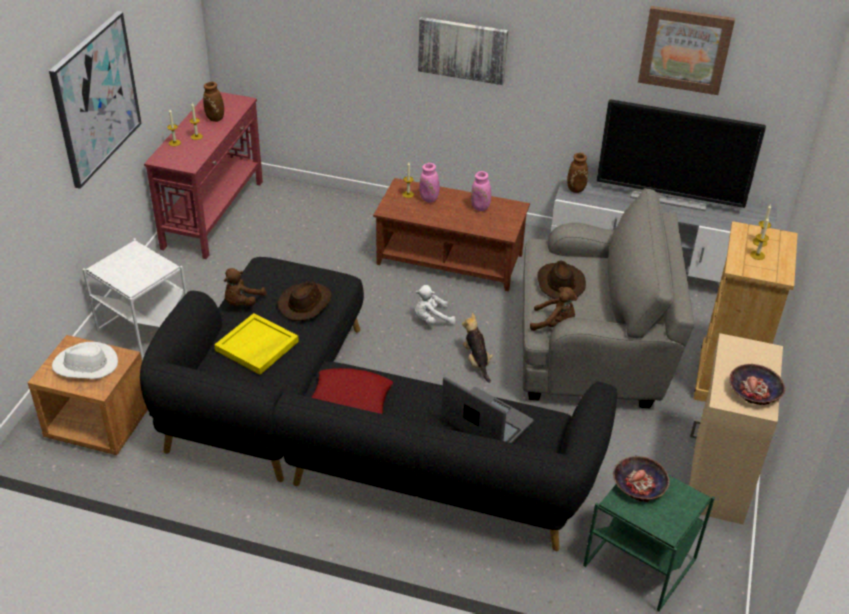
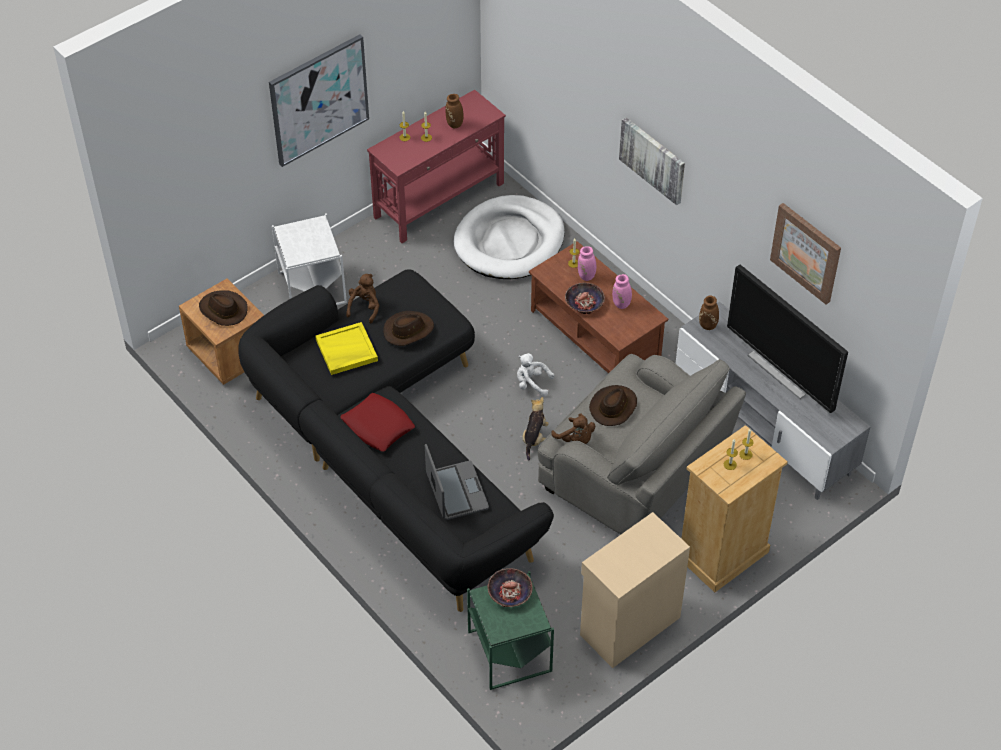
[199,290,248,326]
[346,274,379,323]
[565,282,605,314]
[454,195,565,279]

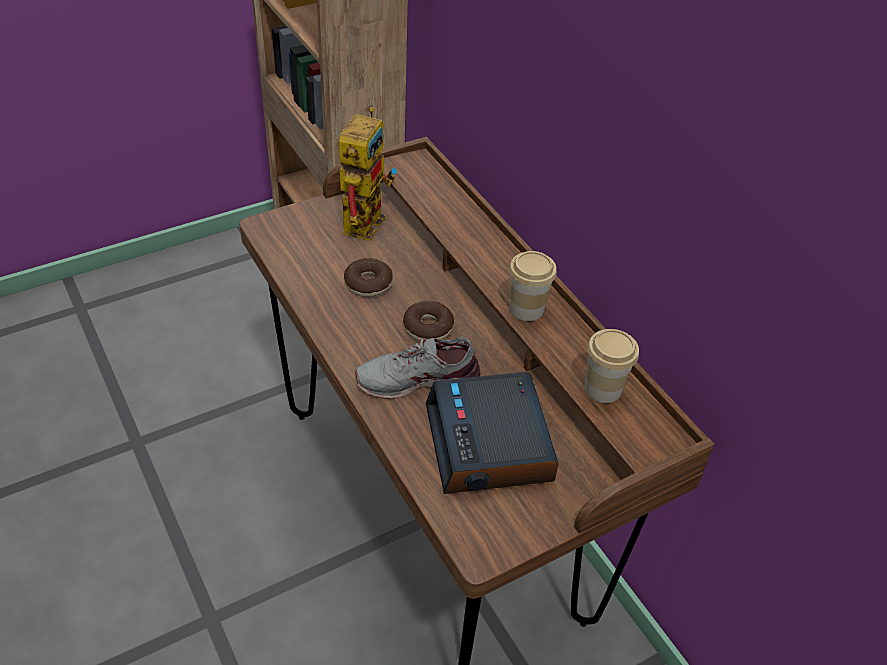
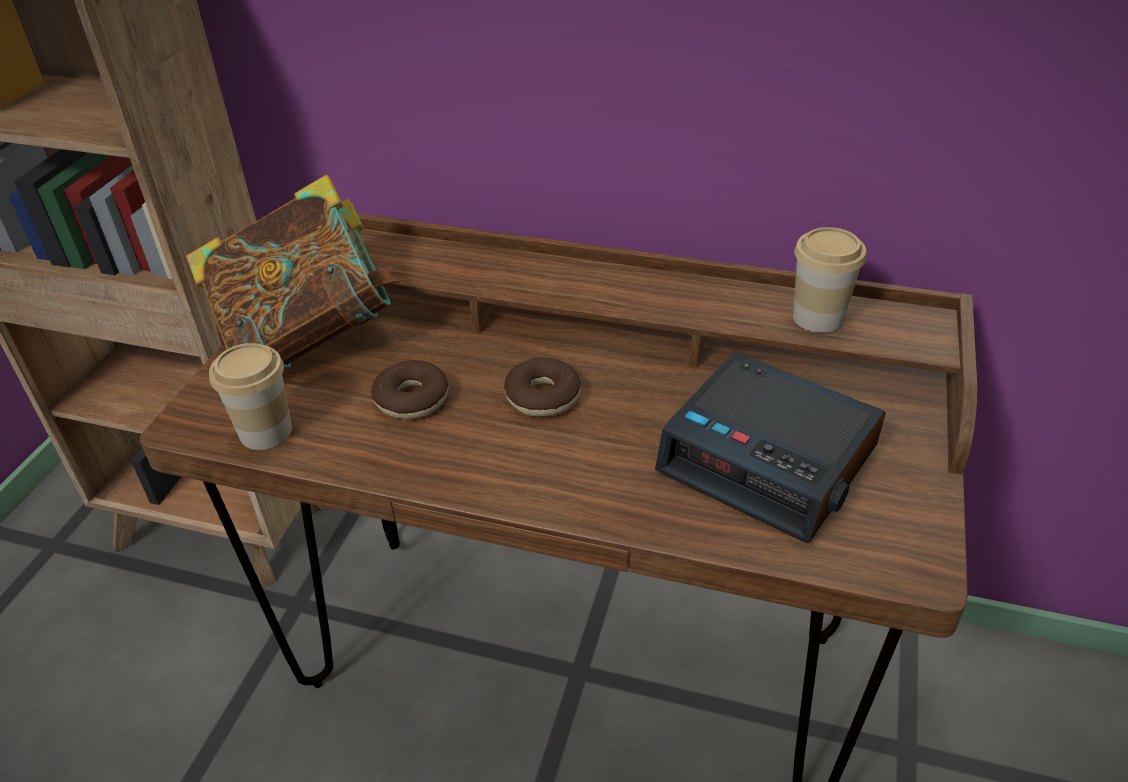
[186,175,399,371]
[355,336,480,399] (first image)
[209,343,292,450]

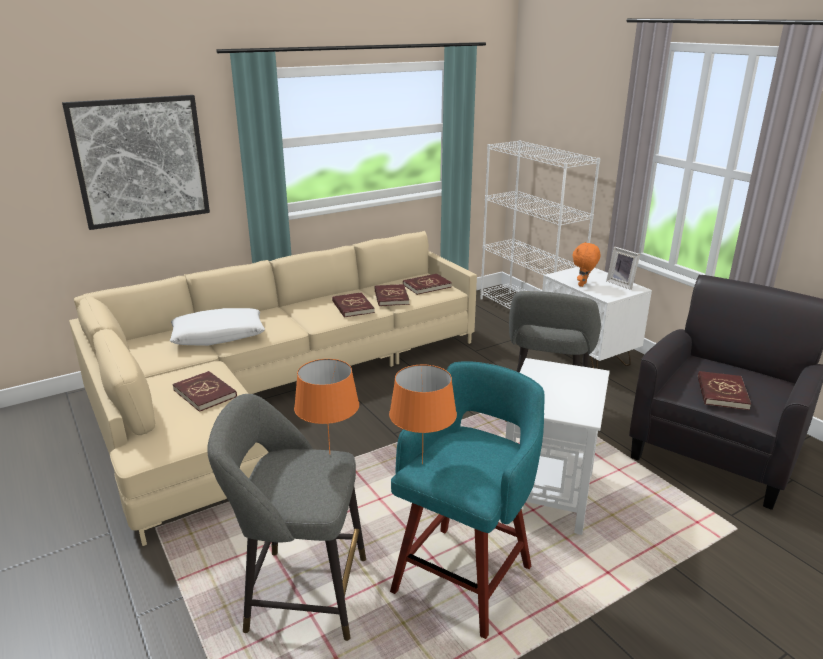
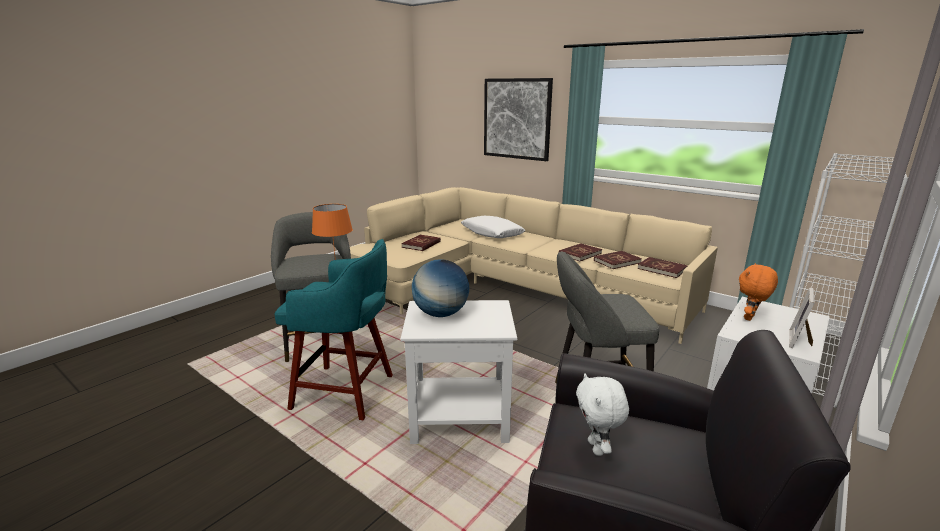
[389,364,457,464] (first image)
[739,263,778,321]
[576,373,629,456]
[412,259,469,317]

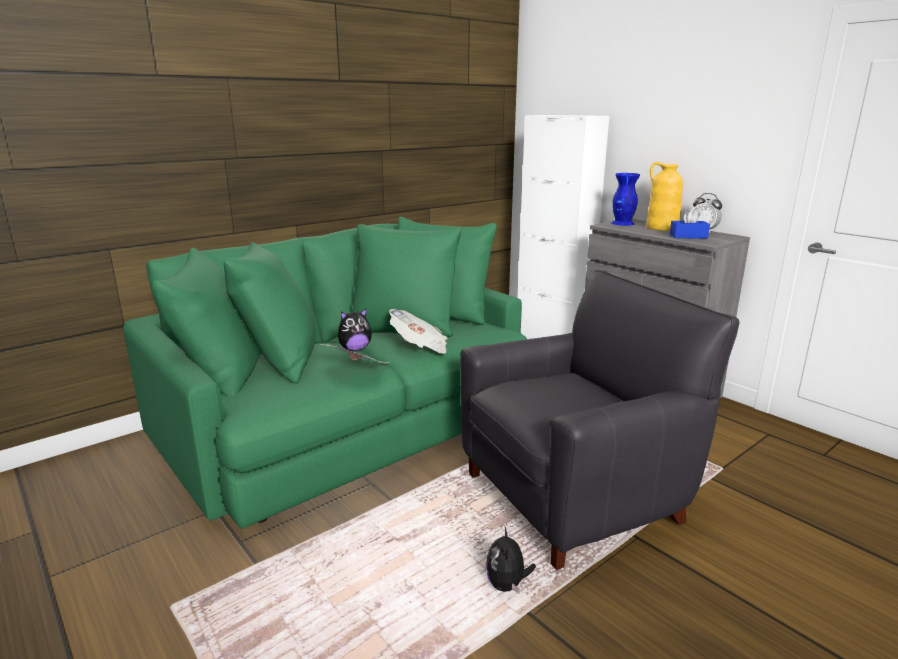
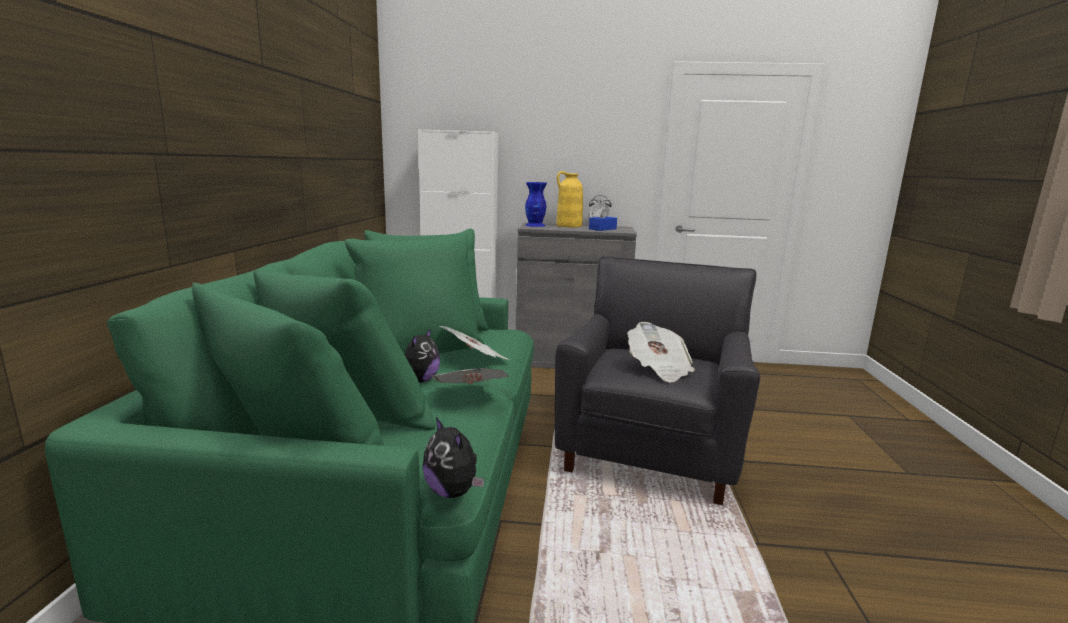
[423,417,484,498]
[627,322,695,383]

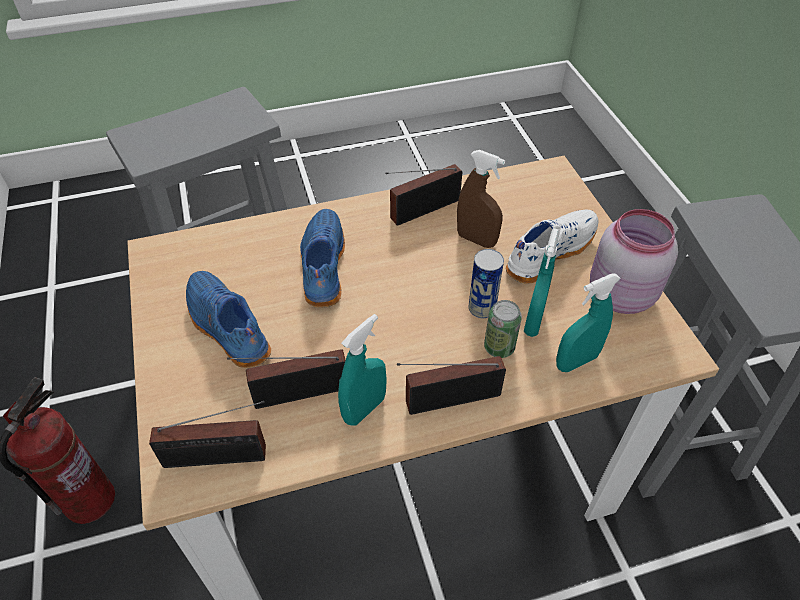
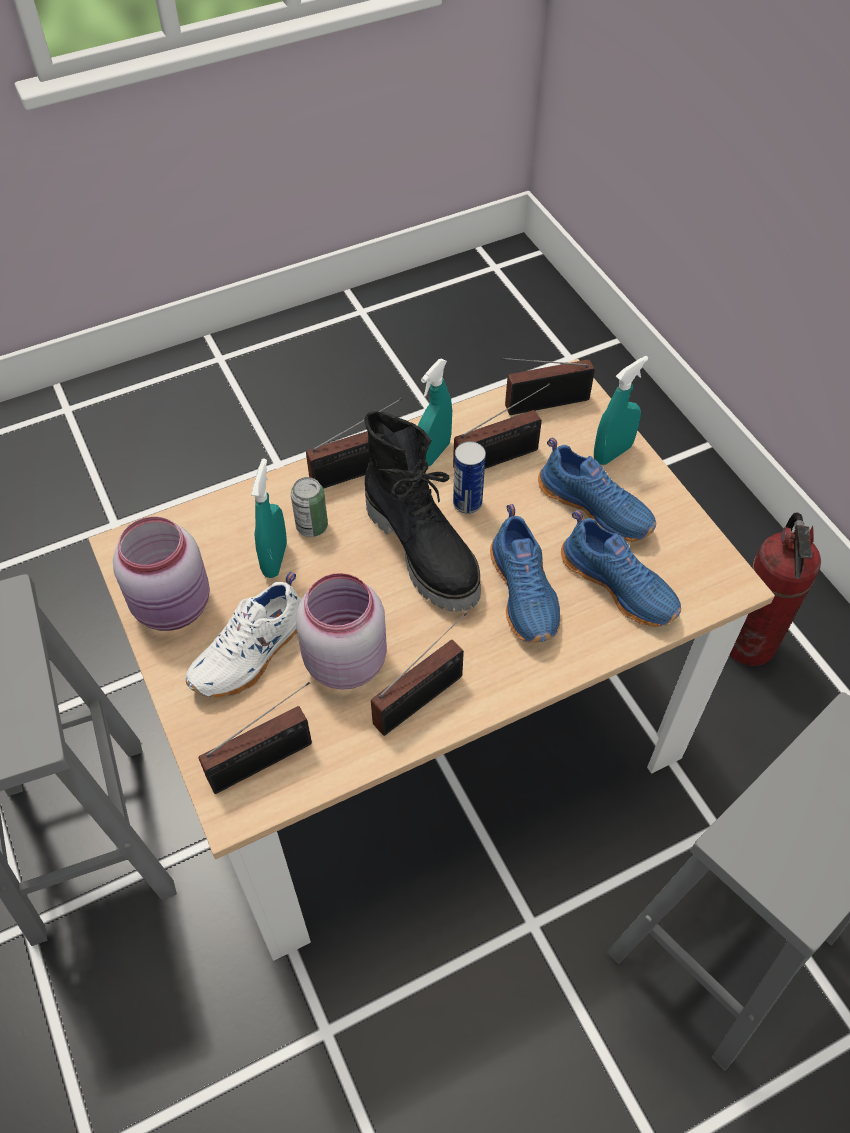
[296,573,387,690]
[453,441,486,514]
[594,356,649,465]
[198,682,312,794]
[364,411,481,612]
[561,510,681,627]

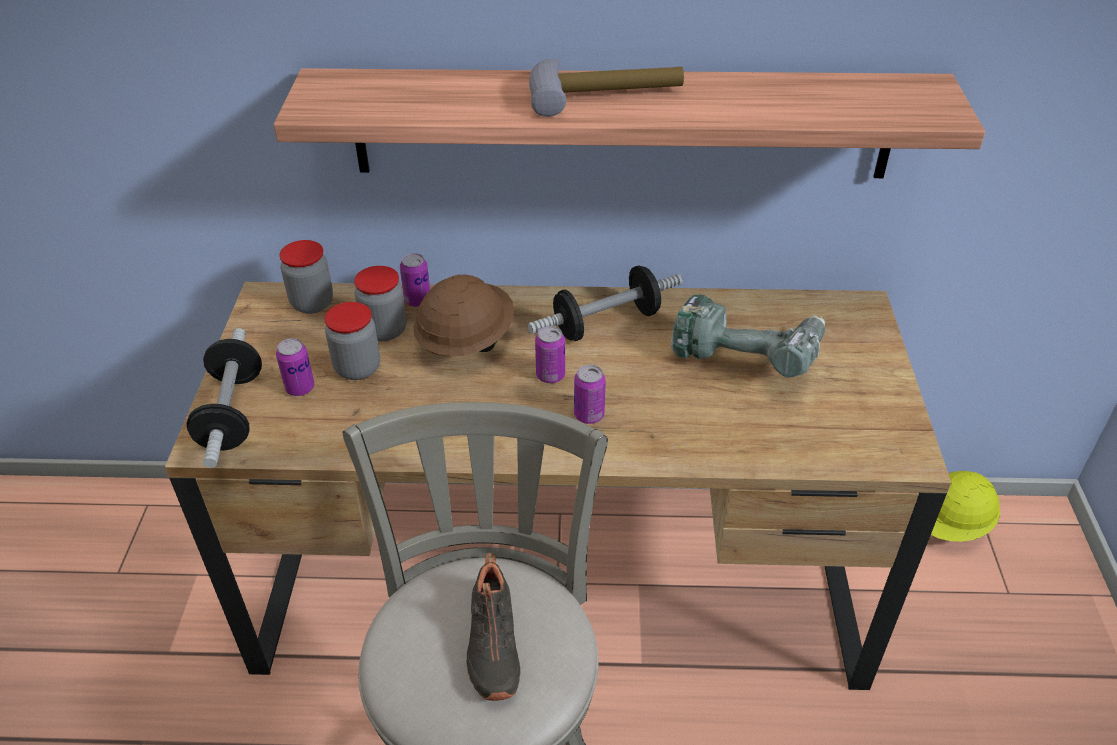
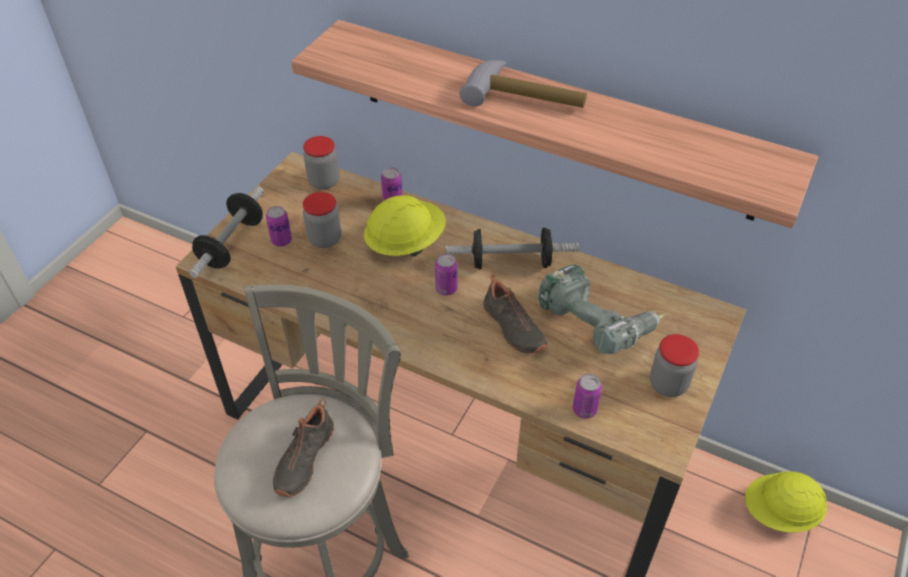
[650,334,699,397]
[364,195,446,257]
[573,374,602,419]
[483,275,547,354]

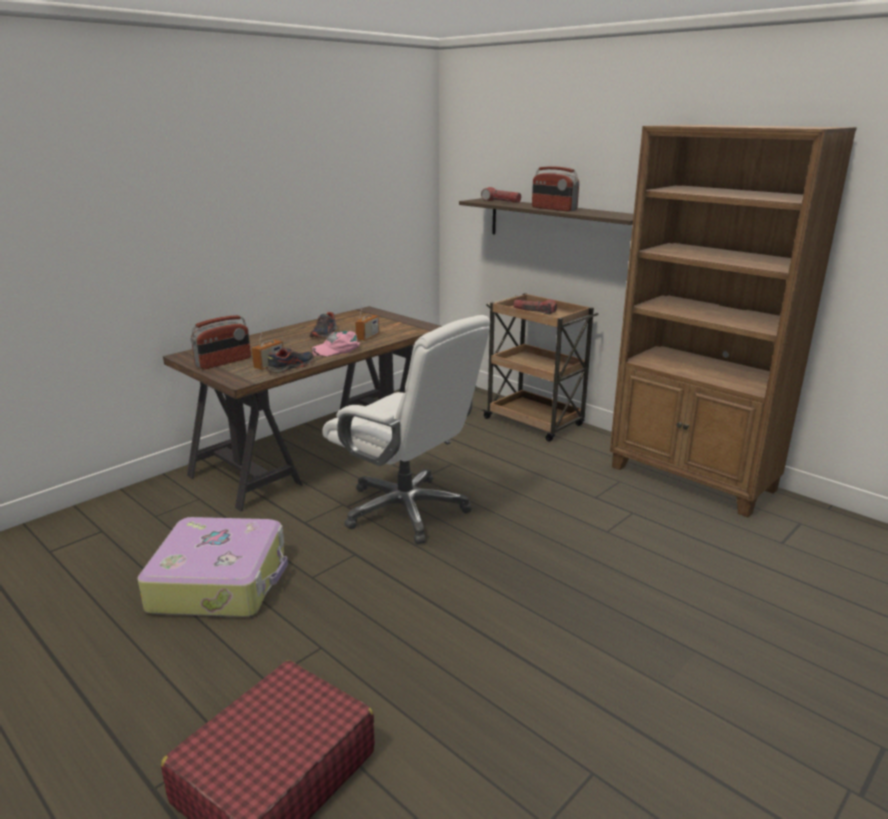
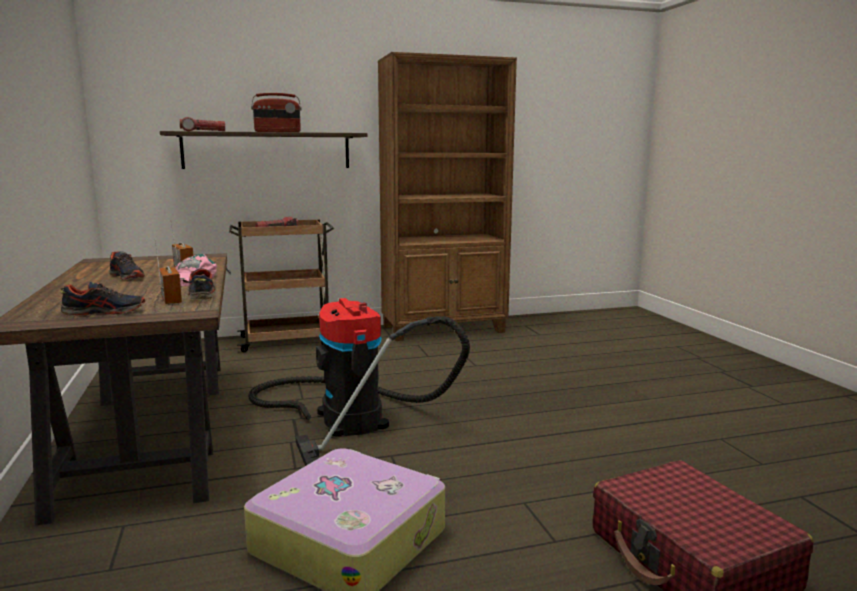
[60,282,145,316]
[248,298,470,466]

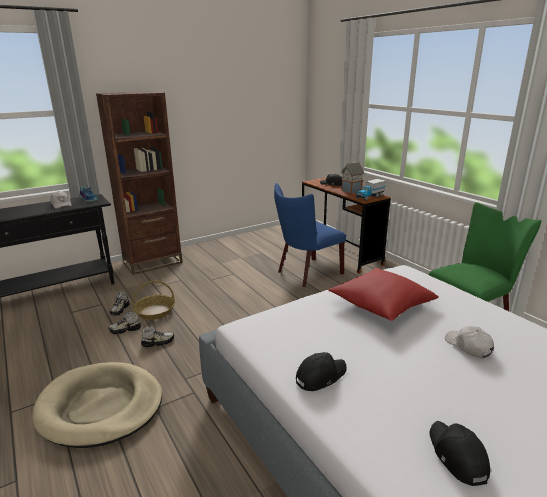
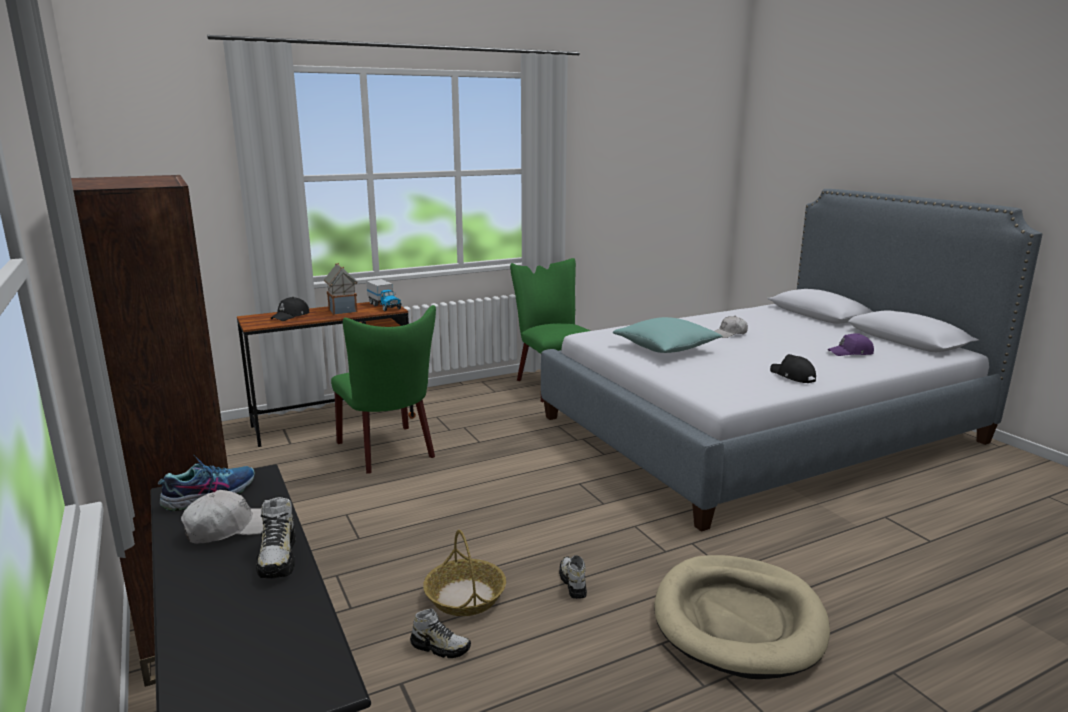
[256,497,296,578]
[331,305,436,474]
[613,317,723,353]
[828,333,874,356]

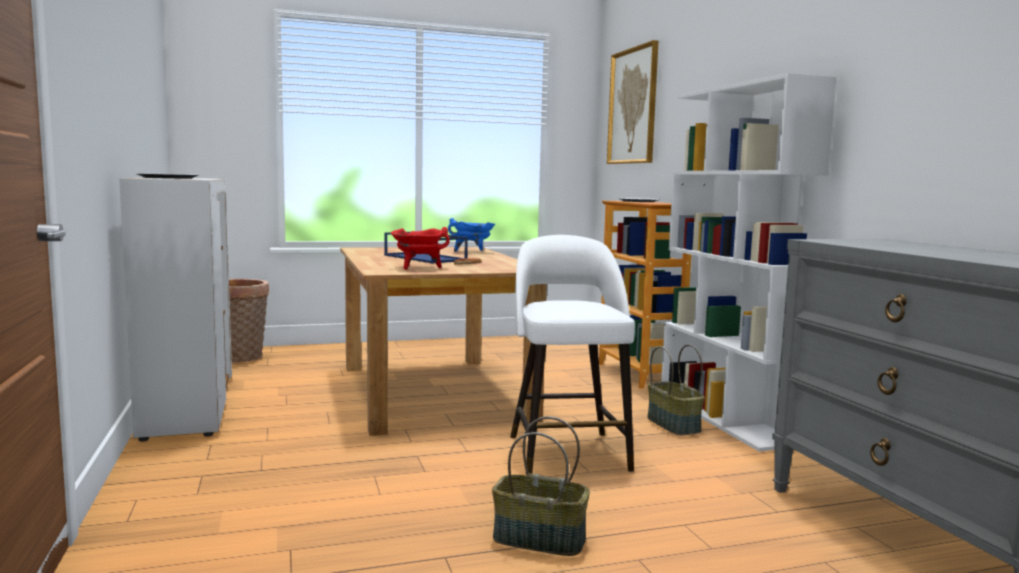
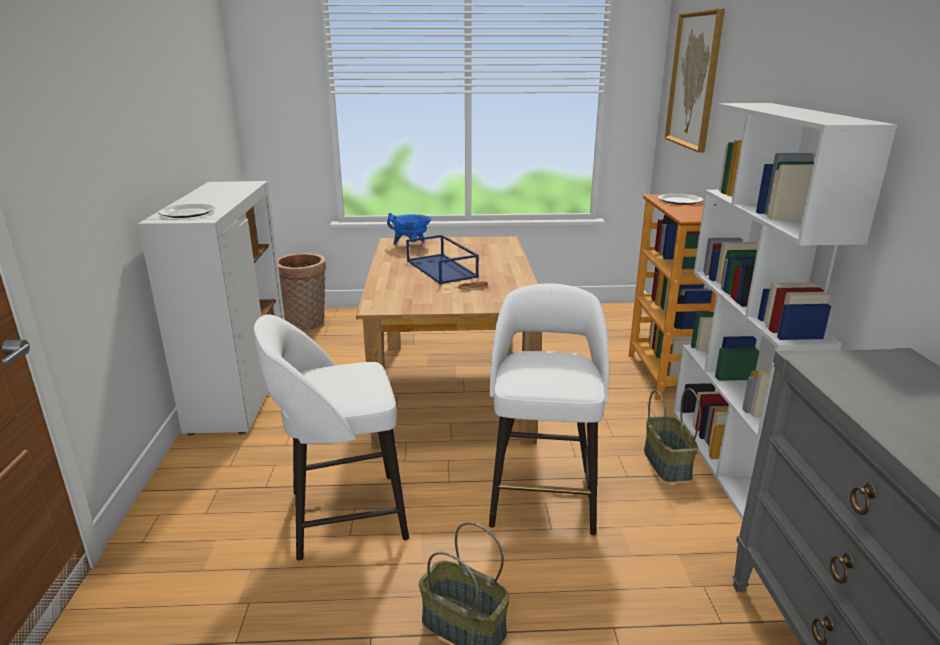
[391,227,450,270] (first image)
[387,213,432,245]
[254,314,409,561]

